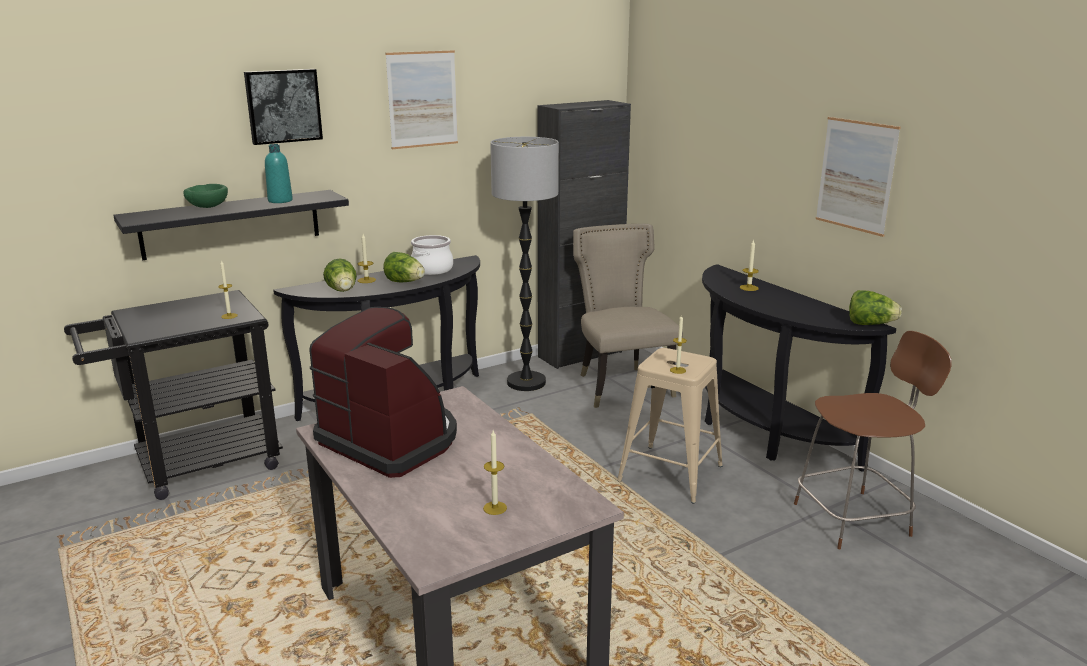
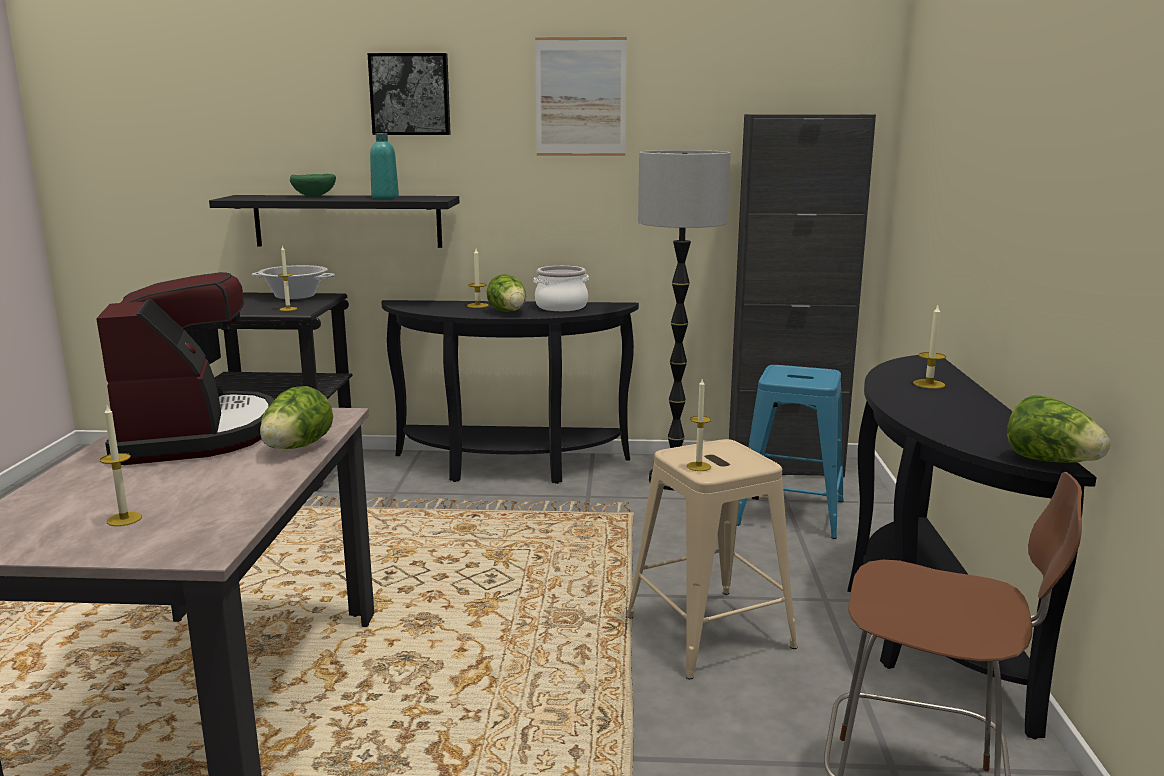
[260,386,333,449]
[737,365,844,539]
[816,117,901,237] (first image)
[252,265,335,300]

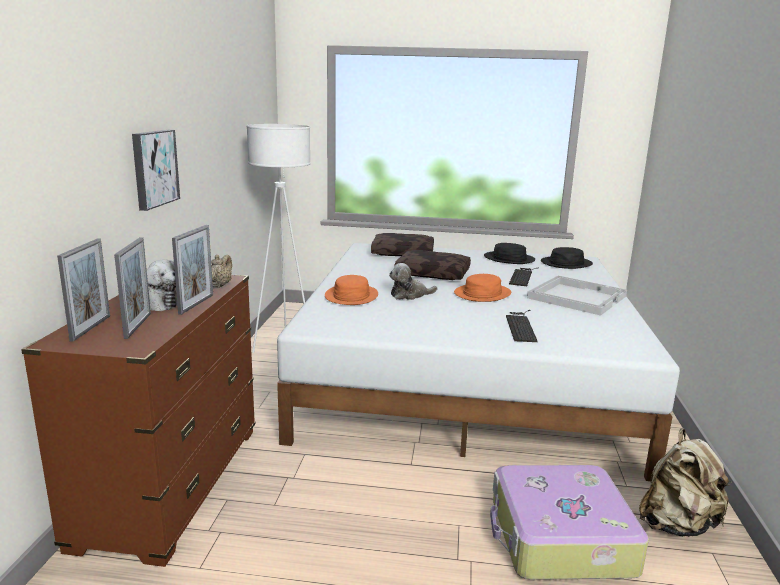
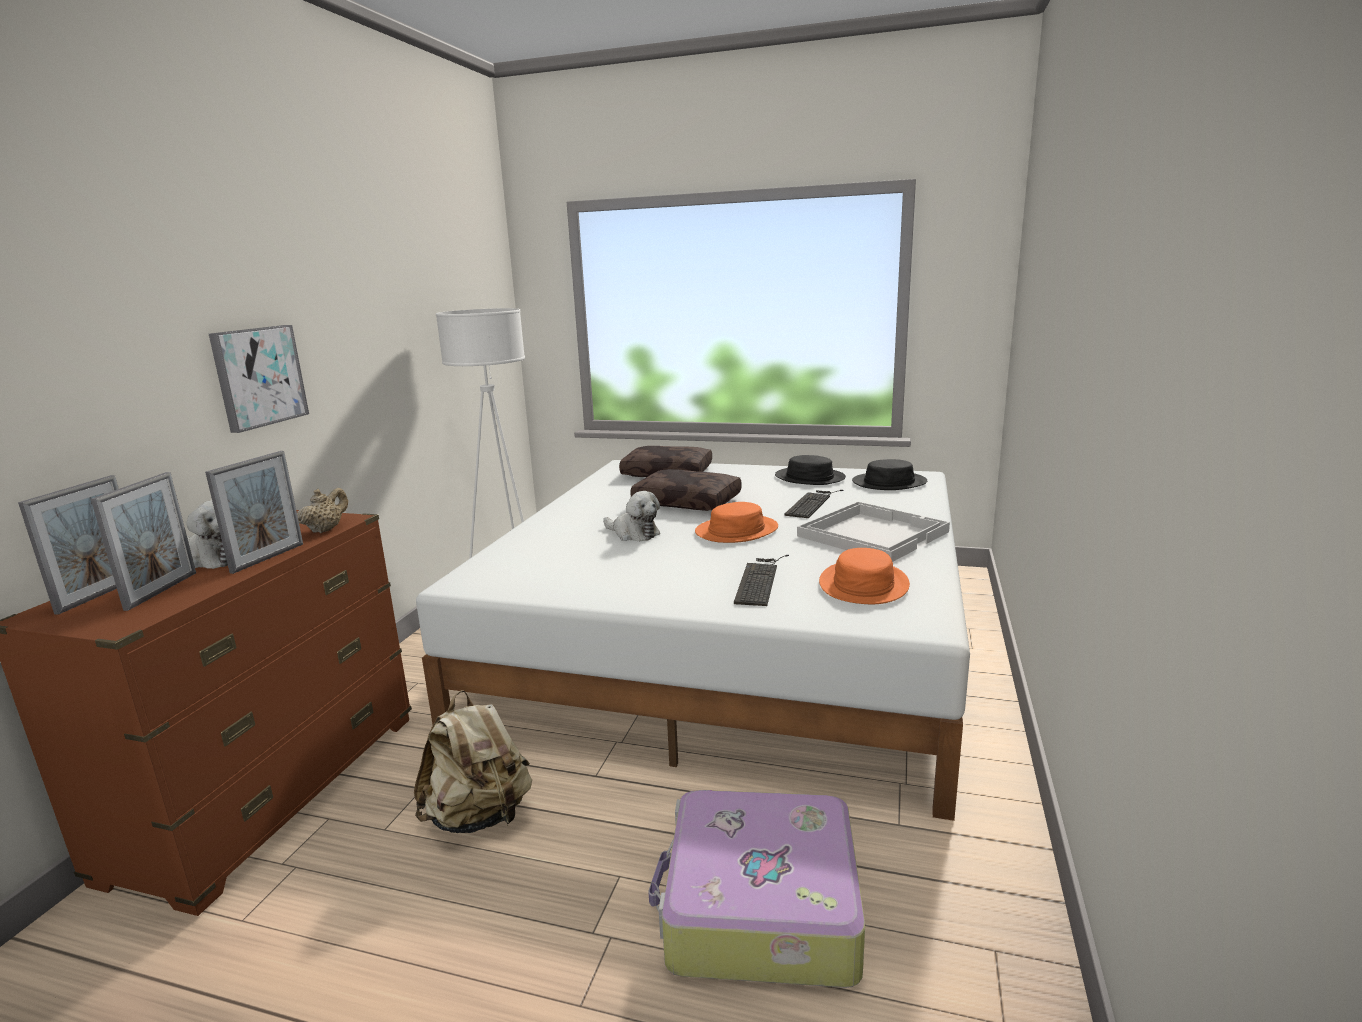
[819,548,910,604]
[603,491,660,541]
[414,690,532,833]

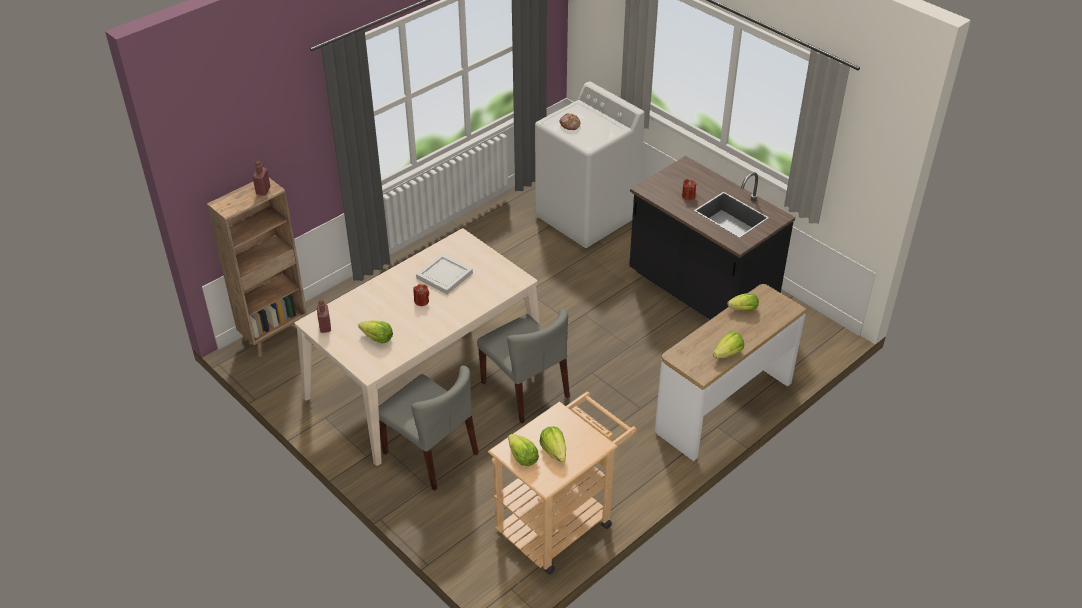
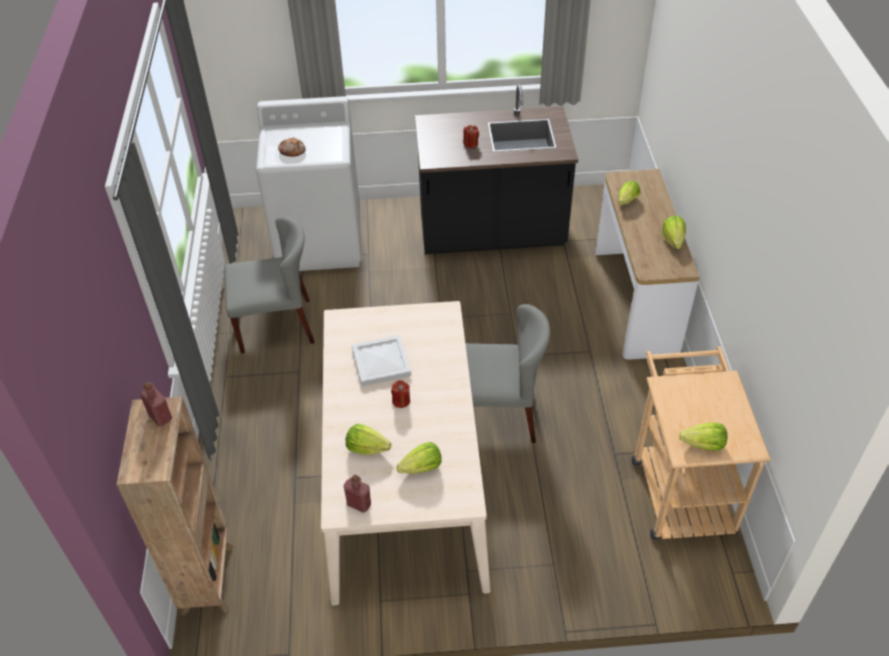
[224,216,315,354]
[346,424,392,455]

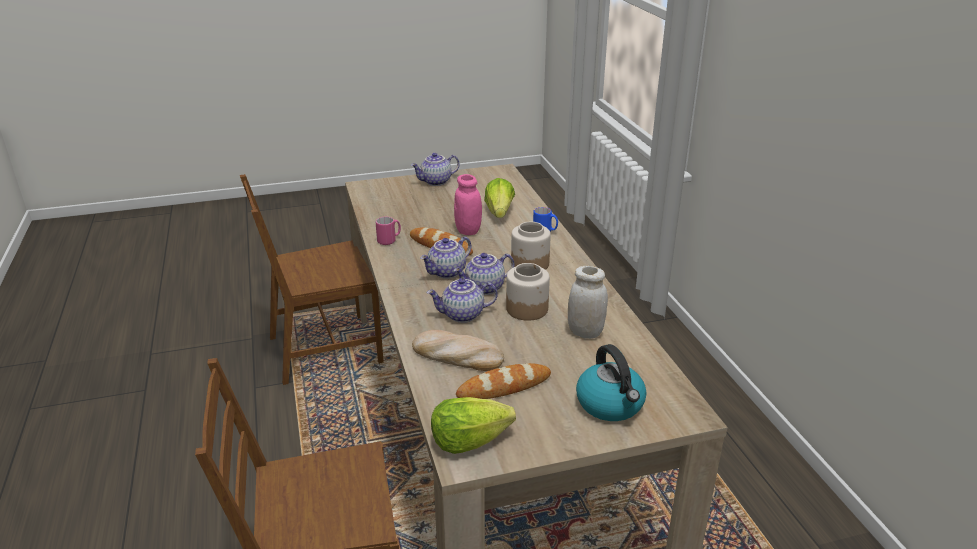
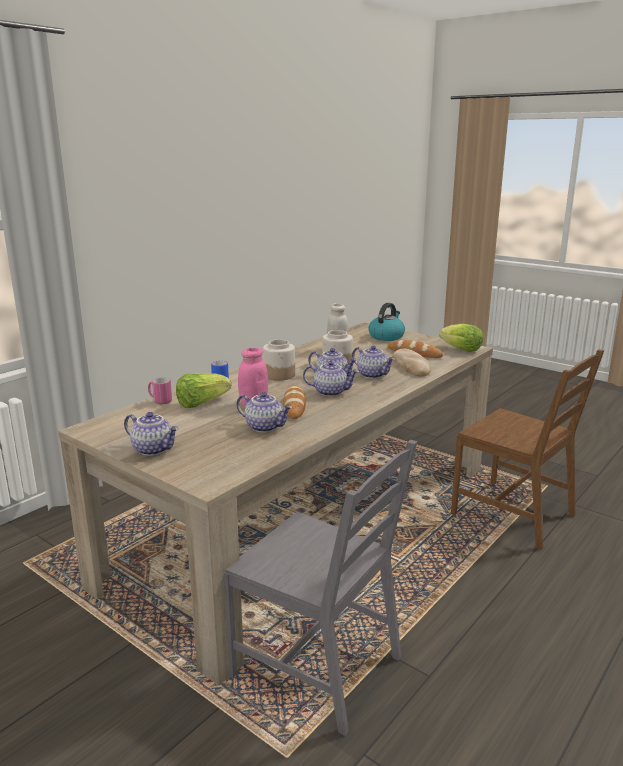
[224,440,417,736]
[148,378,172,404]
[236,392,292,433]

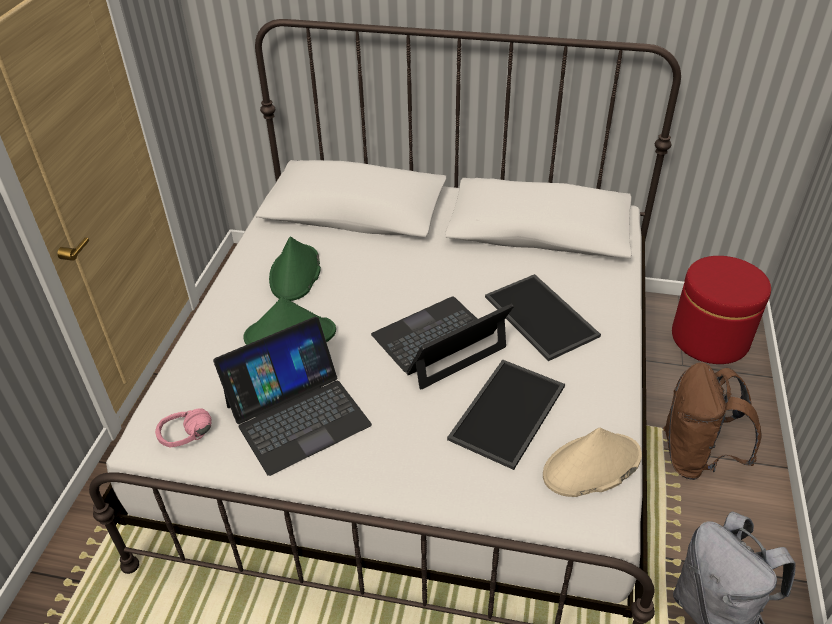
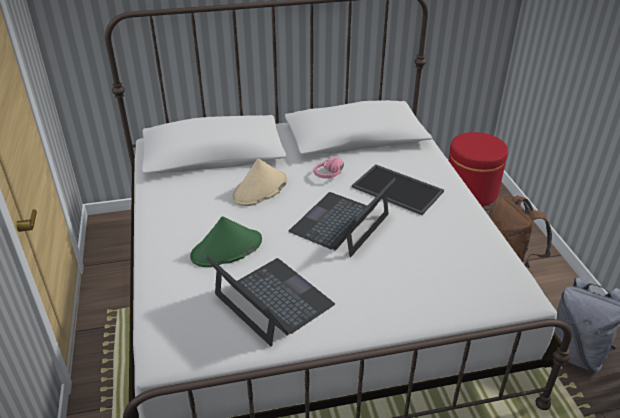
[313,157,344,178]
[206,256,335,346]
[269,236,321,301] (first image)
[447,359,565,470] (first image)
[232,158,287,206]

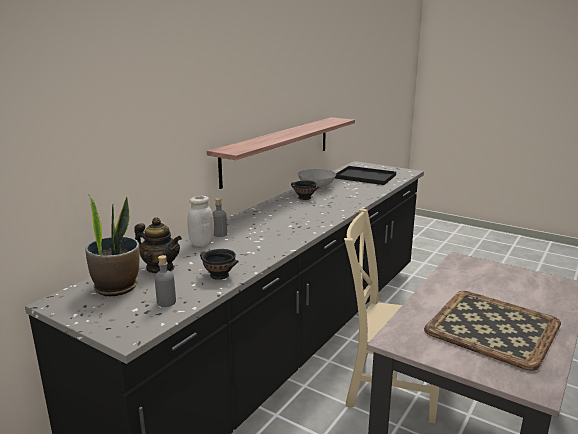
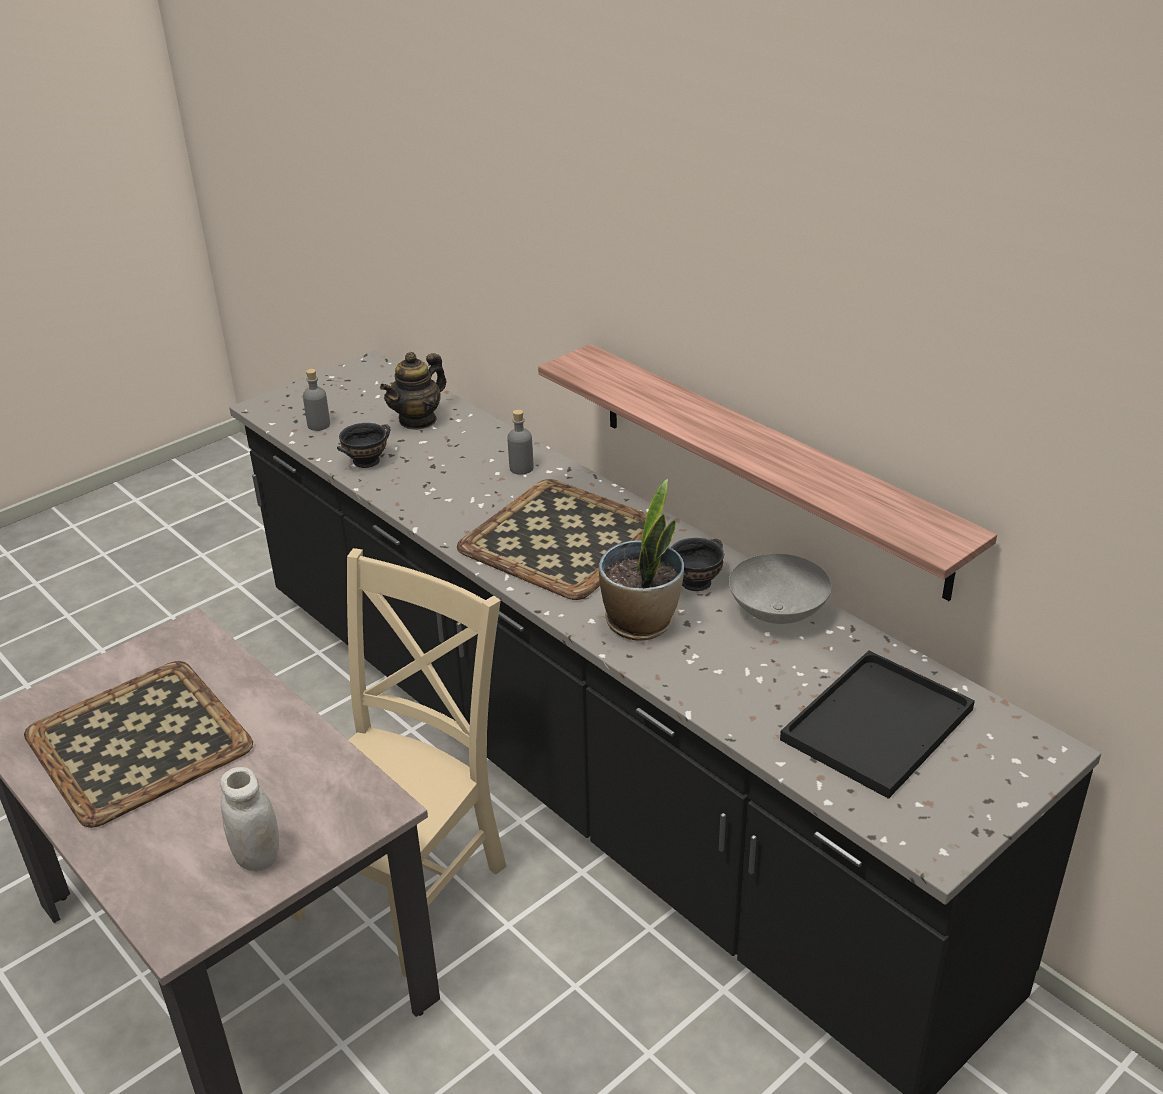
[599,478,684,641]
[220,767,279,871]
[457,479,647,600]

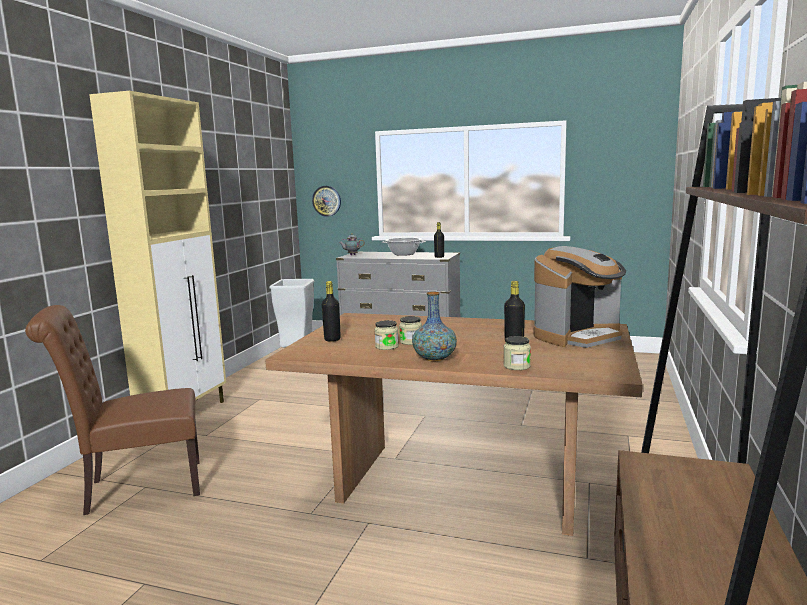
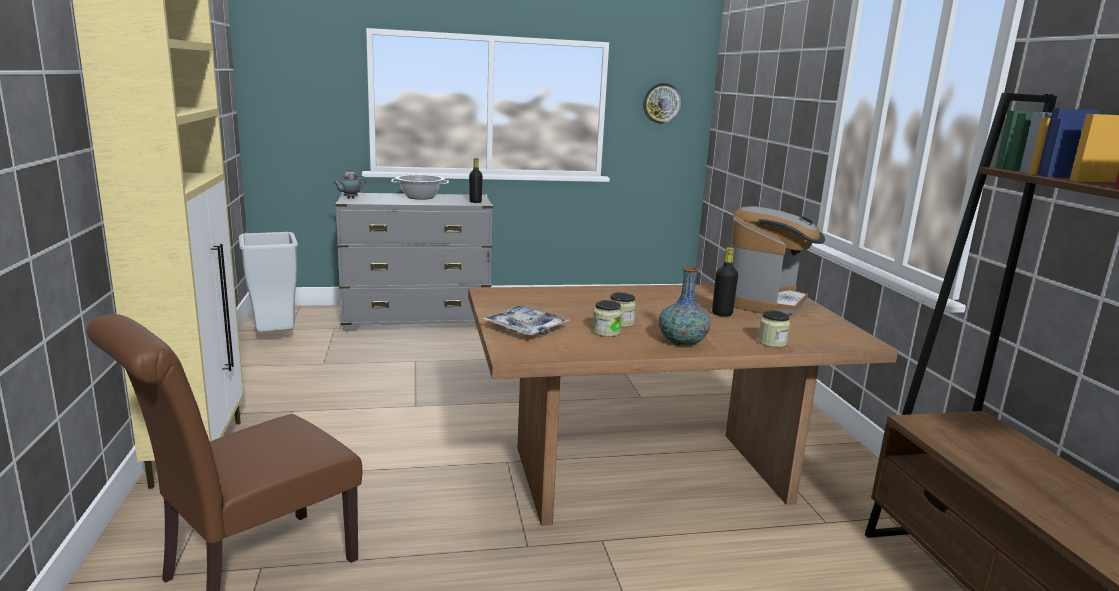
[643,83,682,124]
[482,305,570,336]

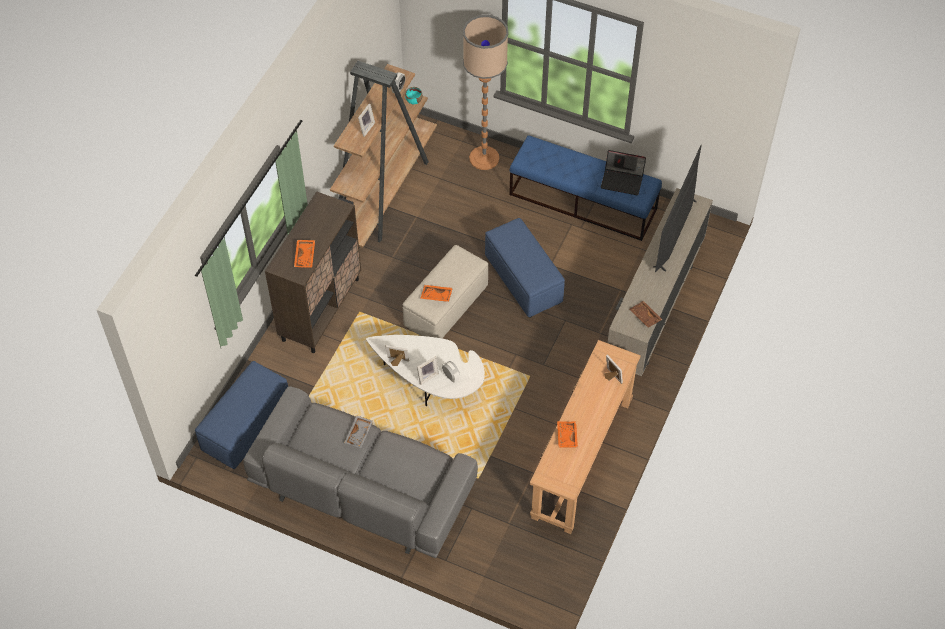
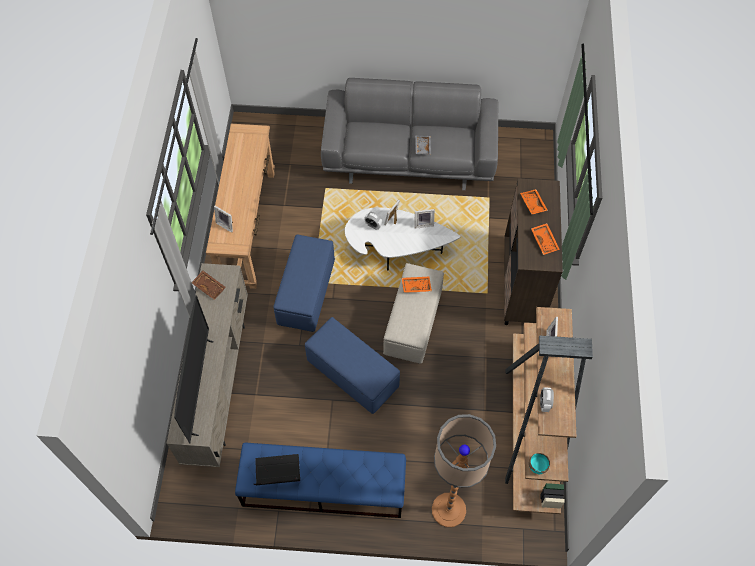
[273,235,335,332]
[531,223,560,255]

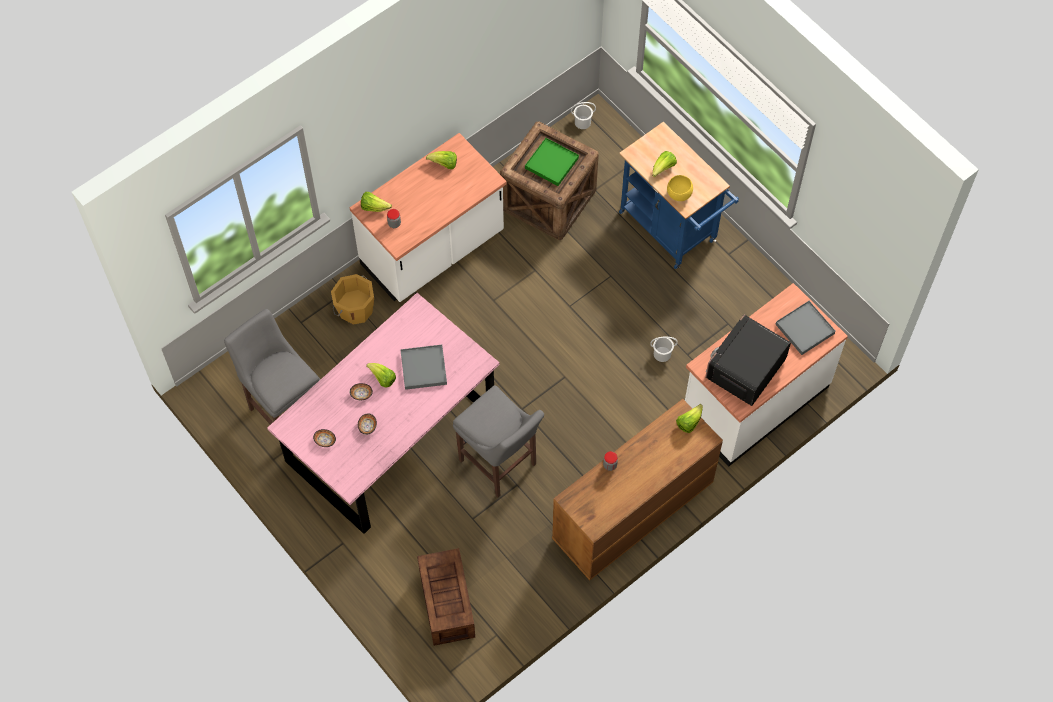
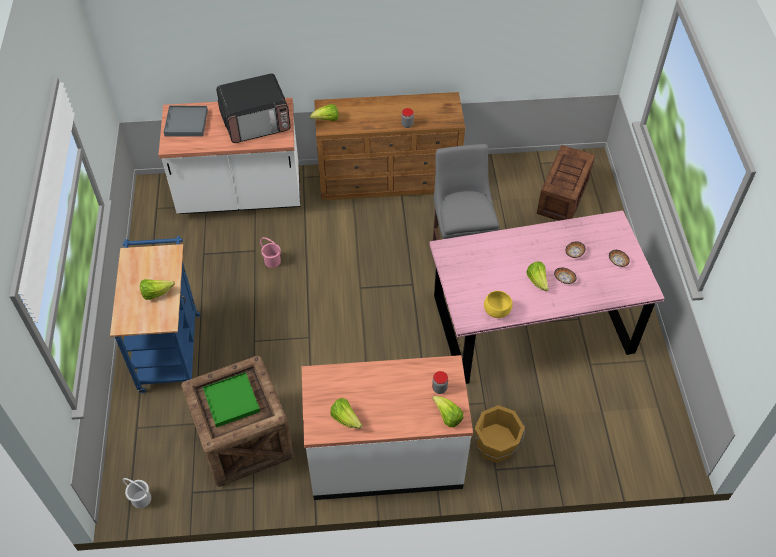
[224,309,320,425] (first image)
[400,345,447,390] (first image)
[260,237,281,268]
[484,291,512,318]

